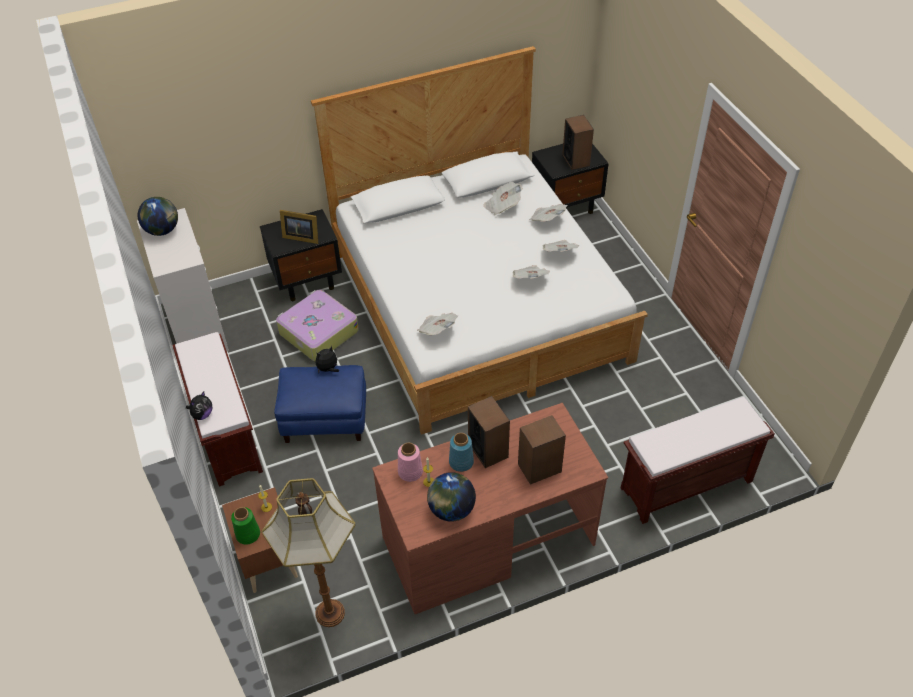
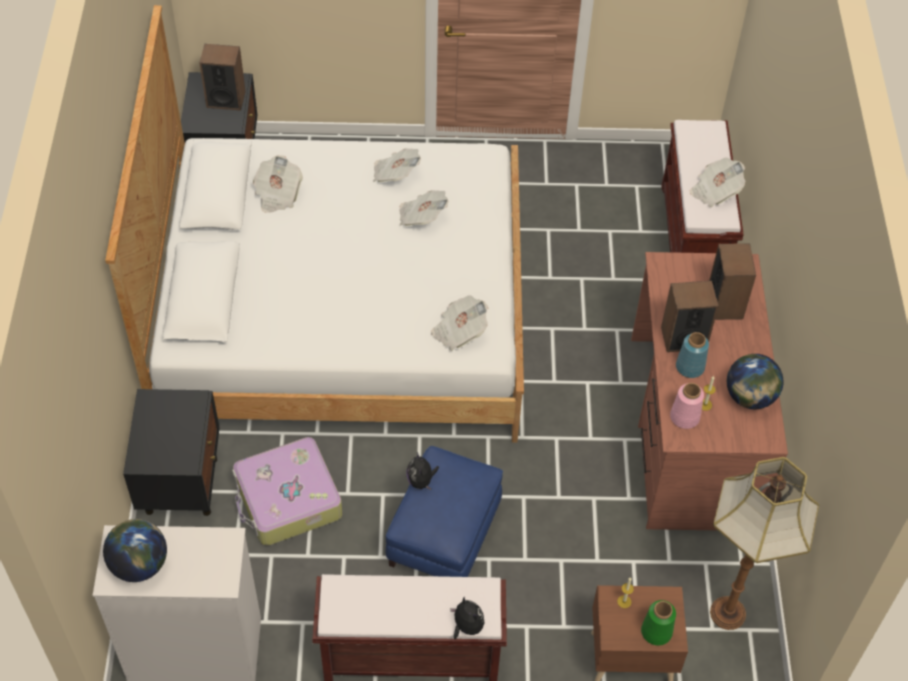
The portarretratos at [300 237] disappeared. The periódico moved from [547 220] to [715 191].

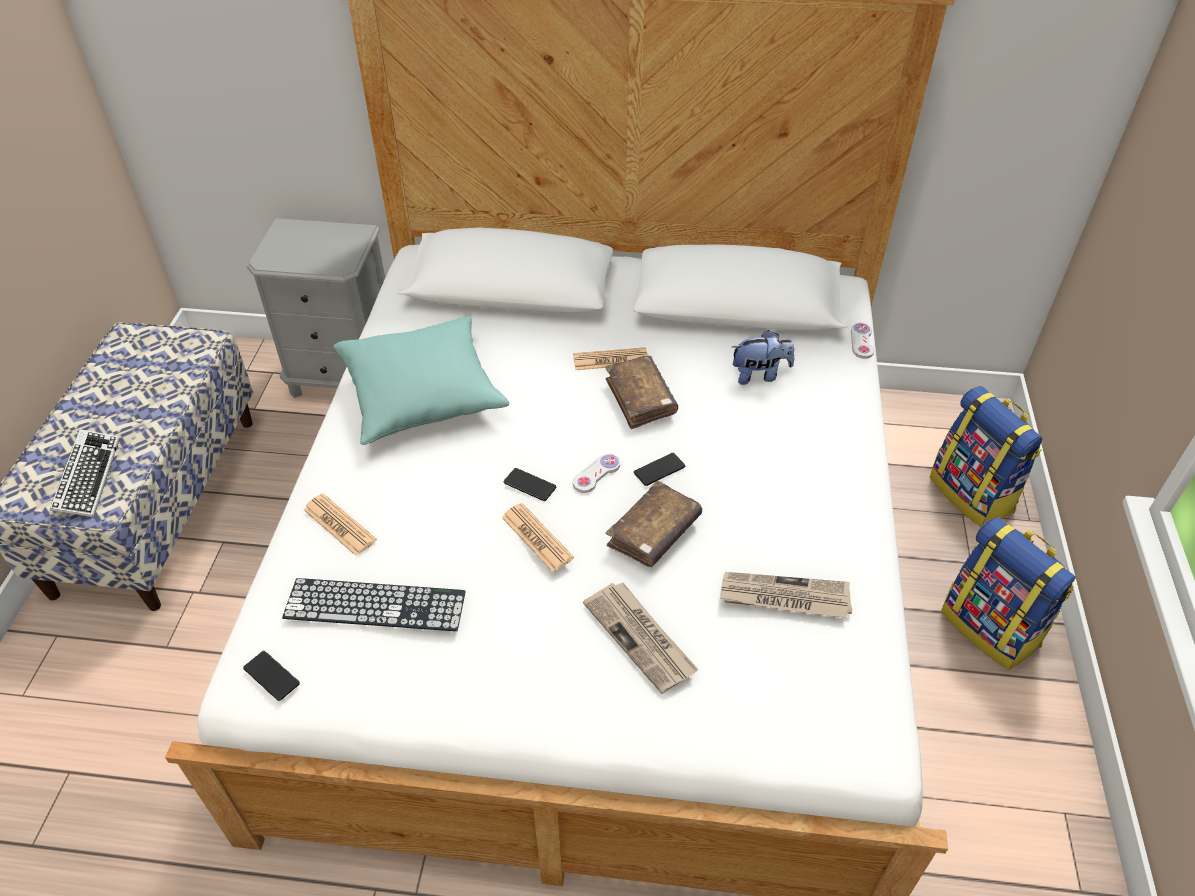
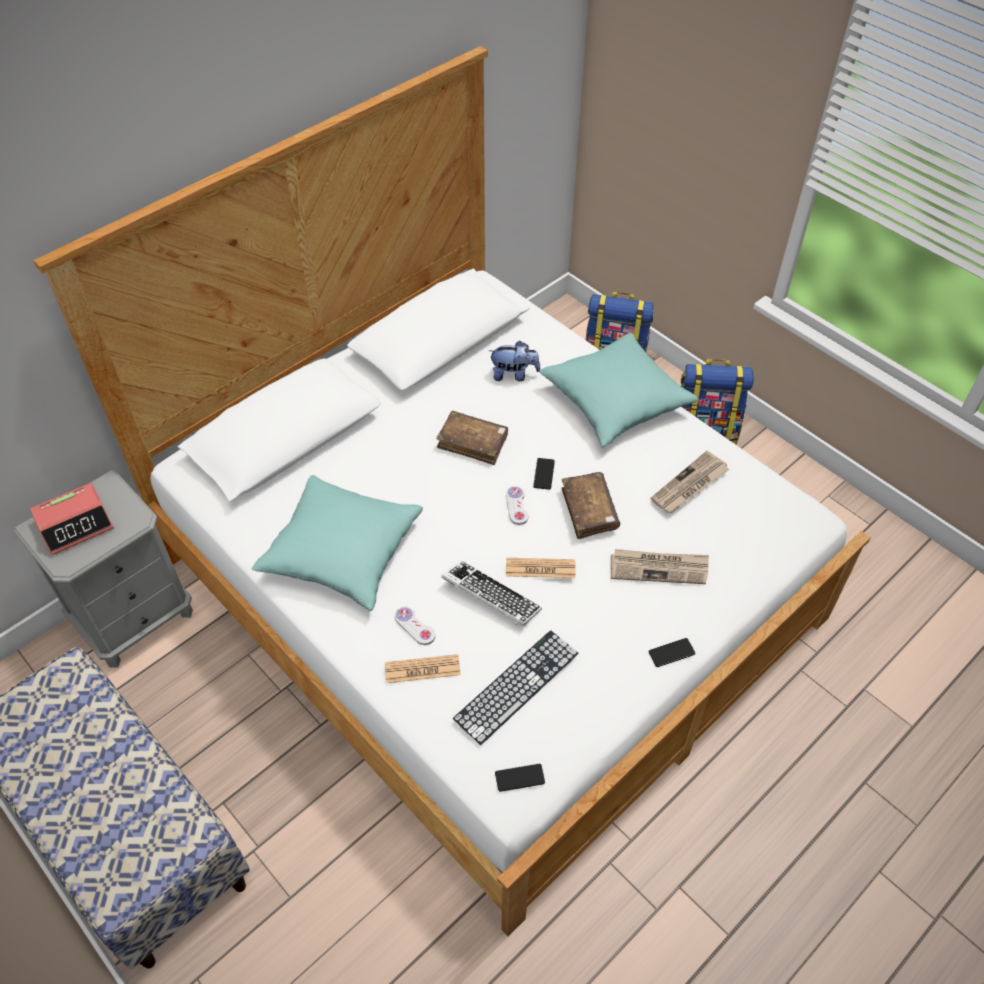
The periódico at [610 360] disappeared. The despertador at [75 524] appeared. The cojín/turquesa at [615 401] appeared. The teclado moved from [88 477] to [491 597]. The móvil moved from [529 485] to [671 653]. The mando de consola/blanco moved from [861 342] to [415 626]. The peluche at [759 375] turned 60 degrees clockwise.

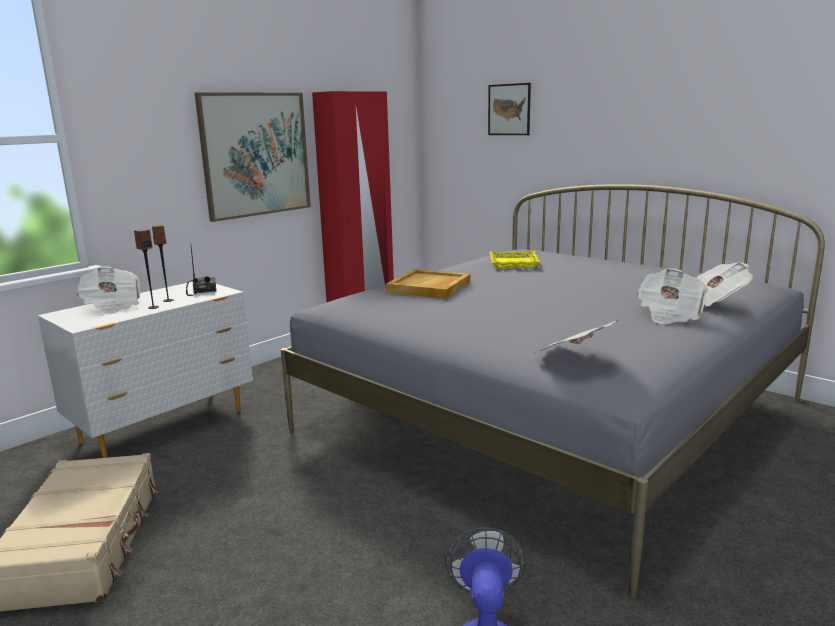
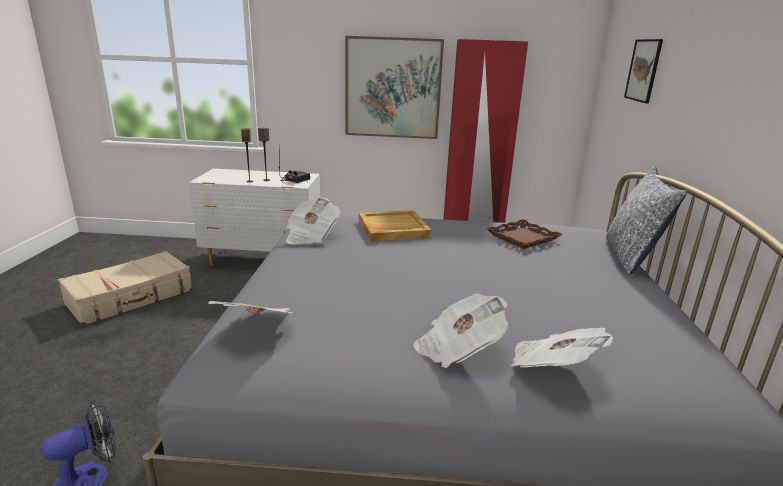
The cojín at [631 258] appeared. The periódico moved from [112 306] to [310 236]. The bandeja/amarillo at [513 263] became the bandeja/marrón at [522 238].

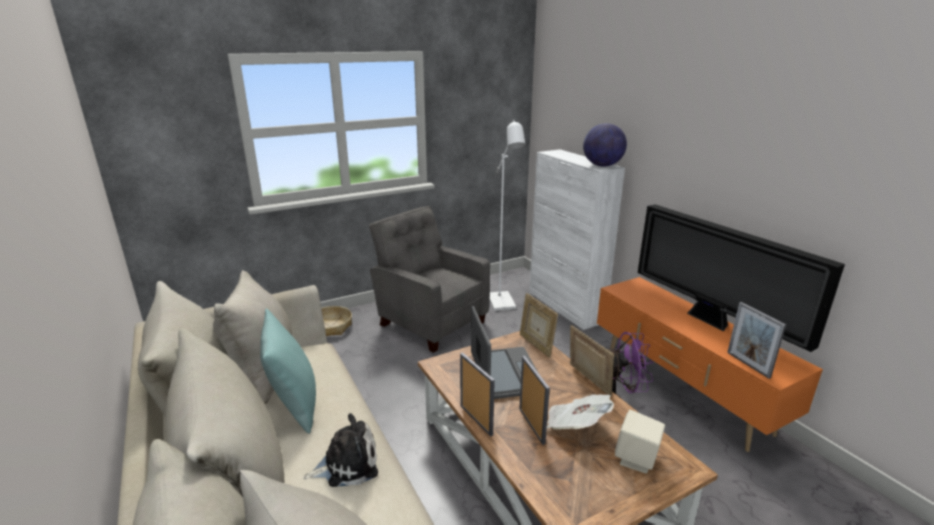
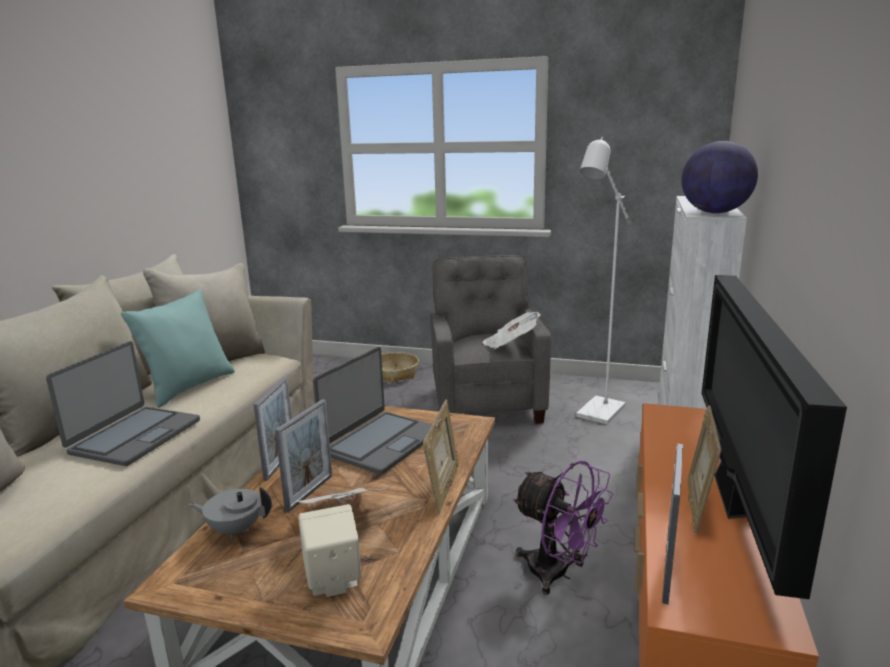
The tetera/gris at [235 529] appeared. The periódico at [510 344] appeared. The portarretratos moved from [536 345] to [697 506]. The peluche at [347 464] was replaced by the portátil at [134 436].

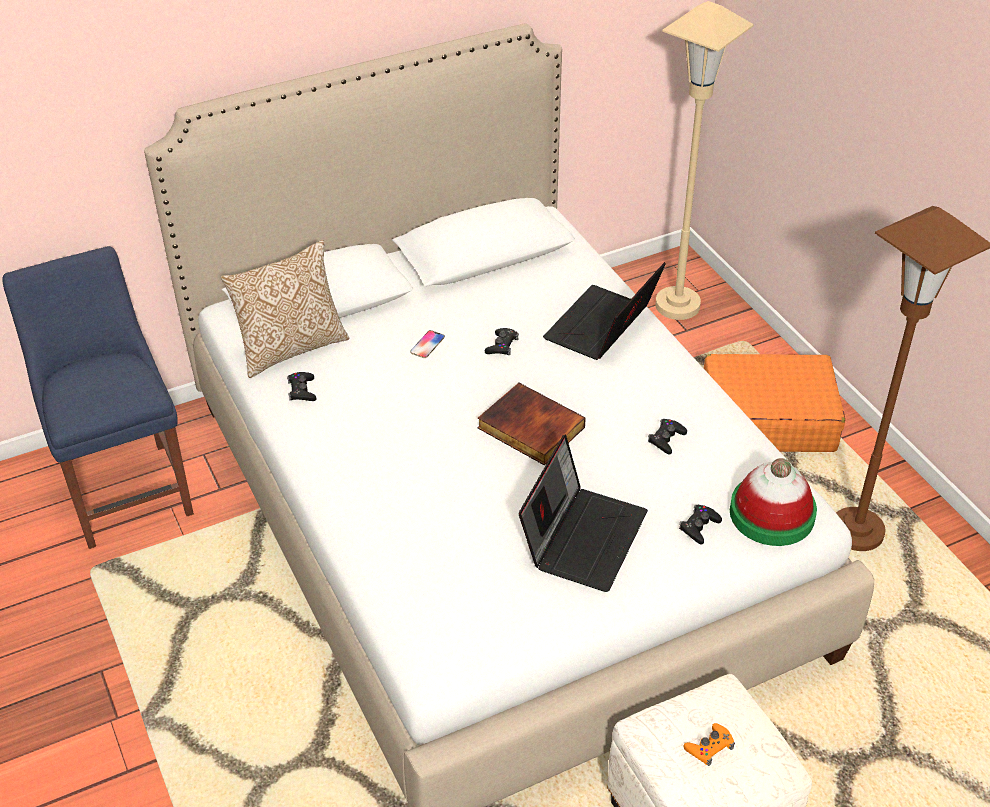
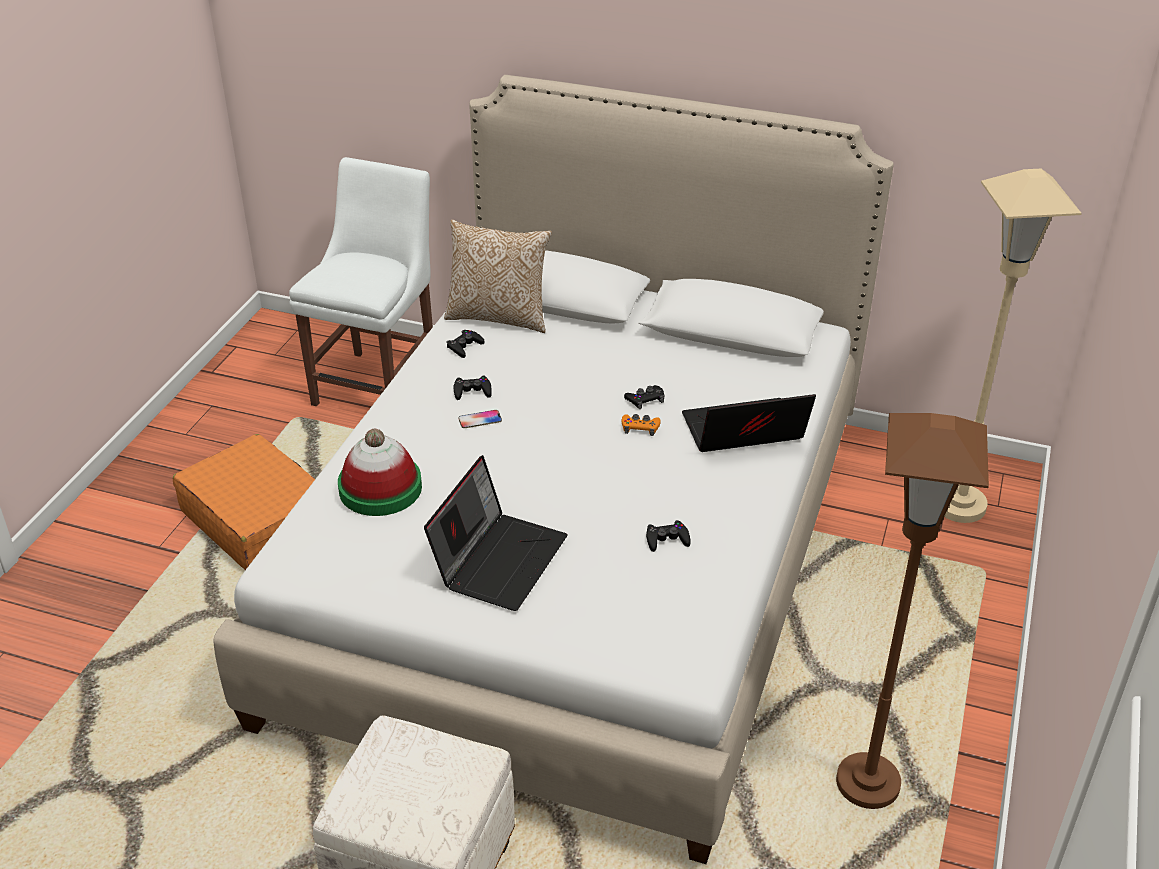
The libro at [529 428] disappeared. The móvil moved from [427 345] to [480 420]. The mando de consola/negro moved from [699 527] to [472 391]. The mando de consola/naranja moved from [709 747] to [640 428]. The maleta/naranja moved from [766 419] to [258 519]. The sombrero moved from [772 514] to [380 488]. The silla/azul at [127 489] became the silla/blanco at [379 383]. The portátil at [583 536] turned 45 degrees counterclockwise.

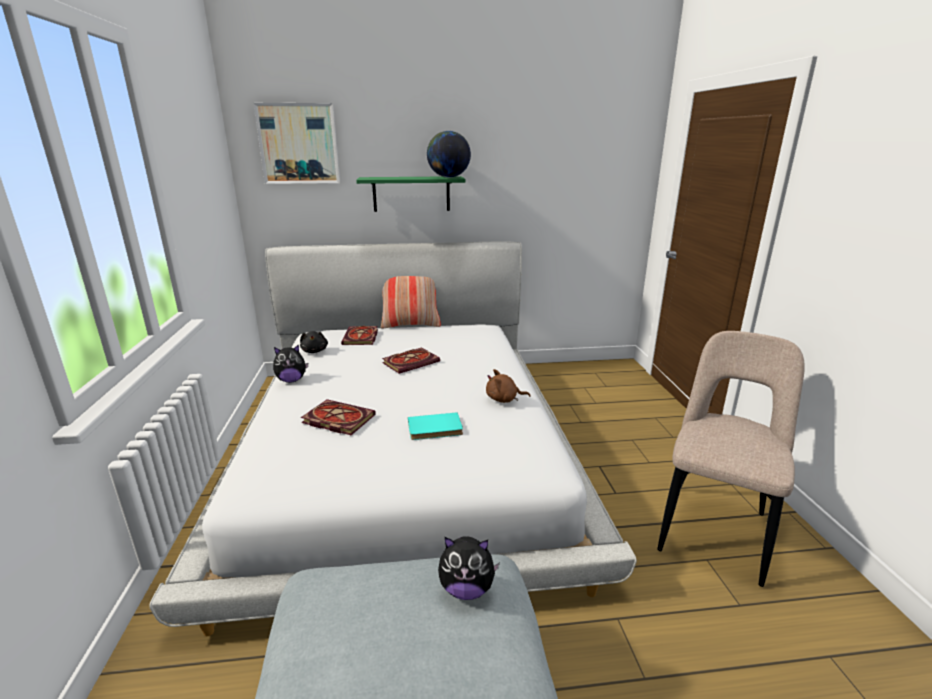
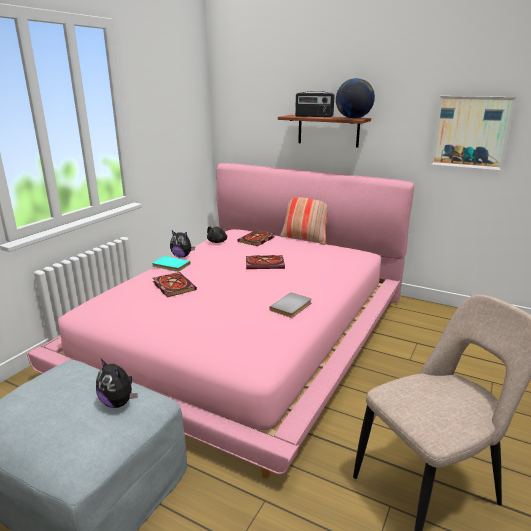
The radio at [314 116] appeared. The cuadro moved from [299 144] to [471 132]. The libro/turquesa moved from [435 429] to [170 265]. The peluche/marrón at [504 399] was replaced by the libro/gris at [292 307]. The cama/blanco at [405 453] became the cama/rosa at [247 333]. The estante/verde at [411 194] became the estante/marrón at [328 130].

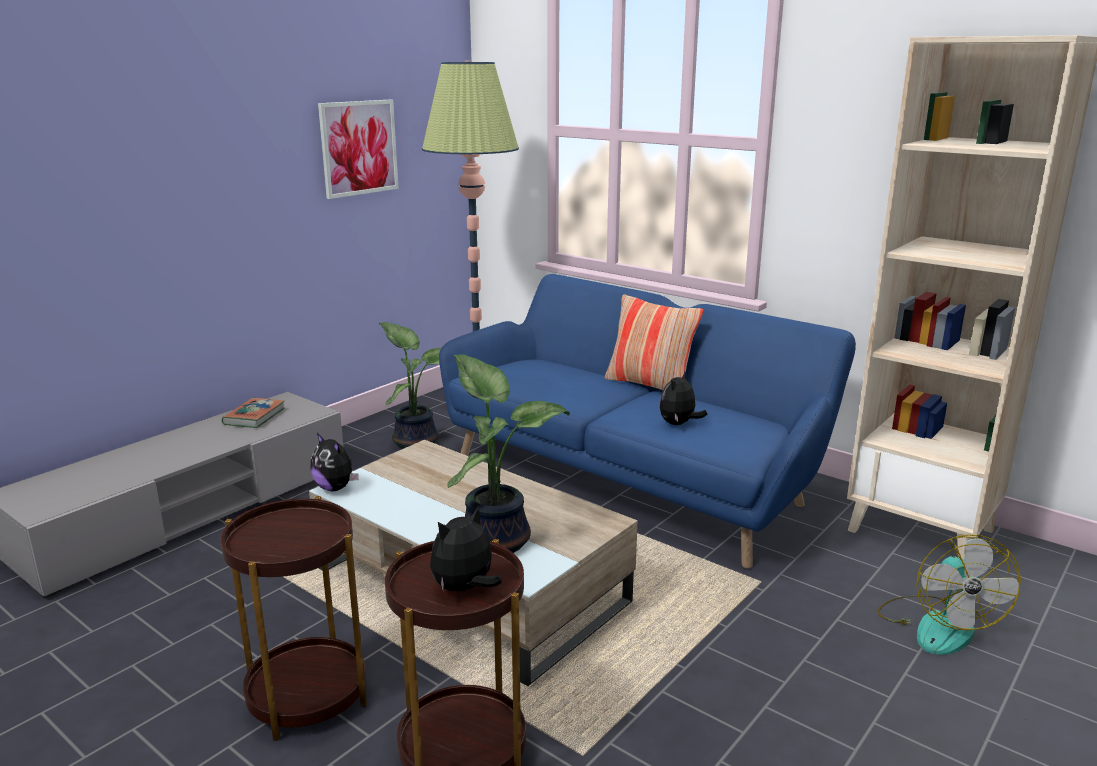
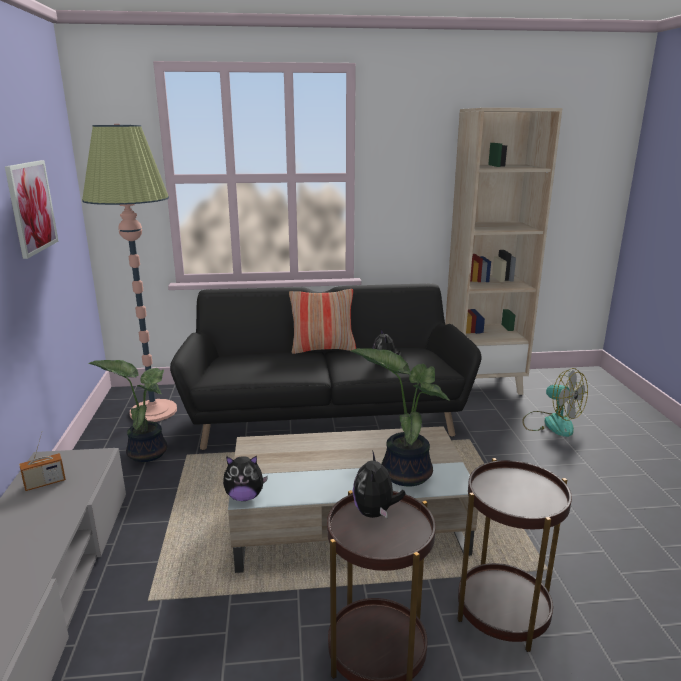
The peluche moved from [465 589] to [375 512]. The libro at [254 416] was replaced by the radio at [45 483]. The sofá/azul at [633 478] became the sofá/negro at [326 415].

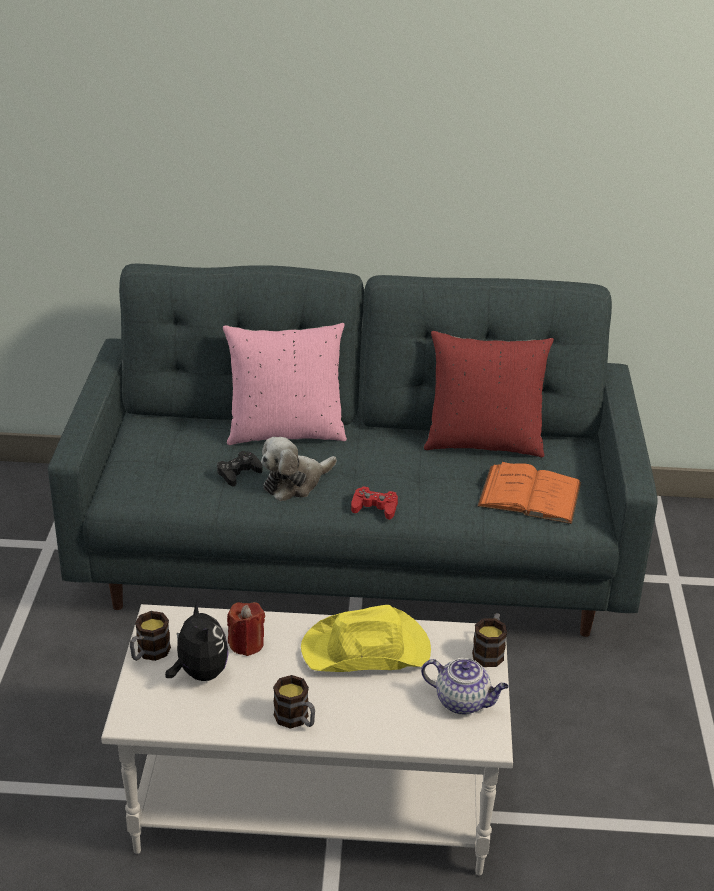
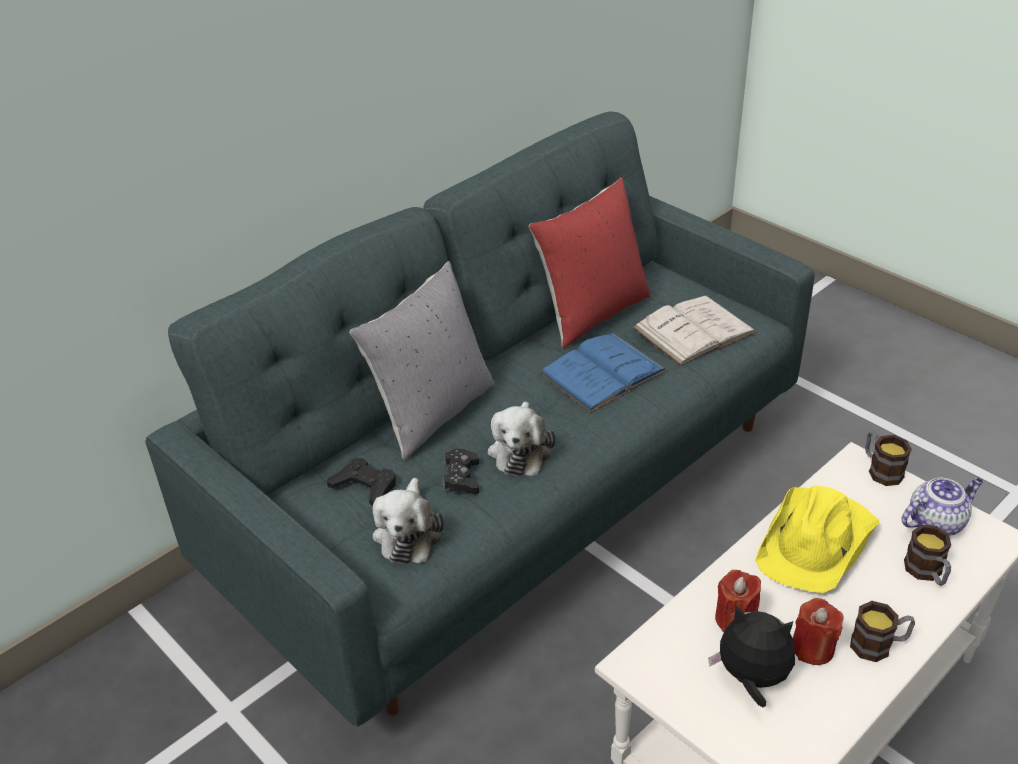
The mando de consola/rojo at [375 507] disappeared. The mando de consola/negro at [365 486] appeared. The peluche at [408 533] appeared. The libro/azul at [603 372] appeared. The vela/rojo at [812 648] appeared. The taza grande moved from [149 653] to [927 573]. The cojín/rosa at [285 432] became the cojín/gris at [432 412]. The libro/naranja at [530 494] became the libro/blanco at [694 330].

